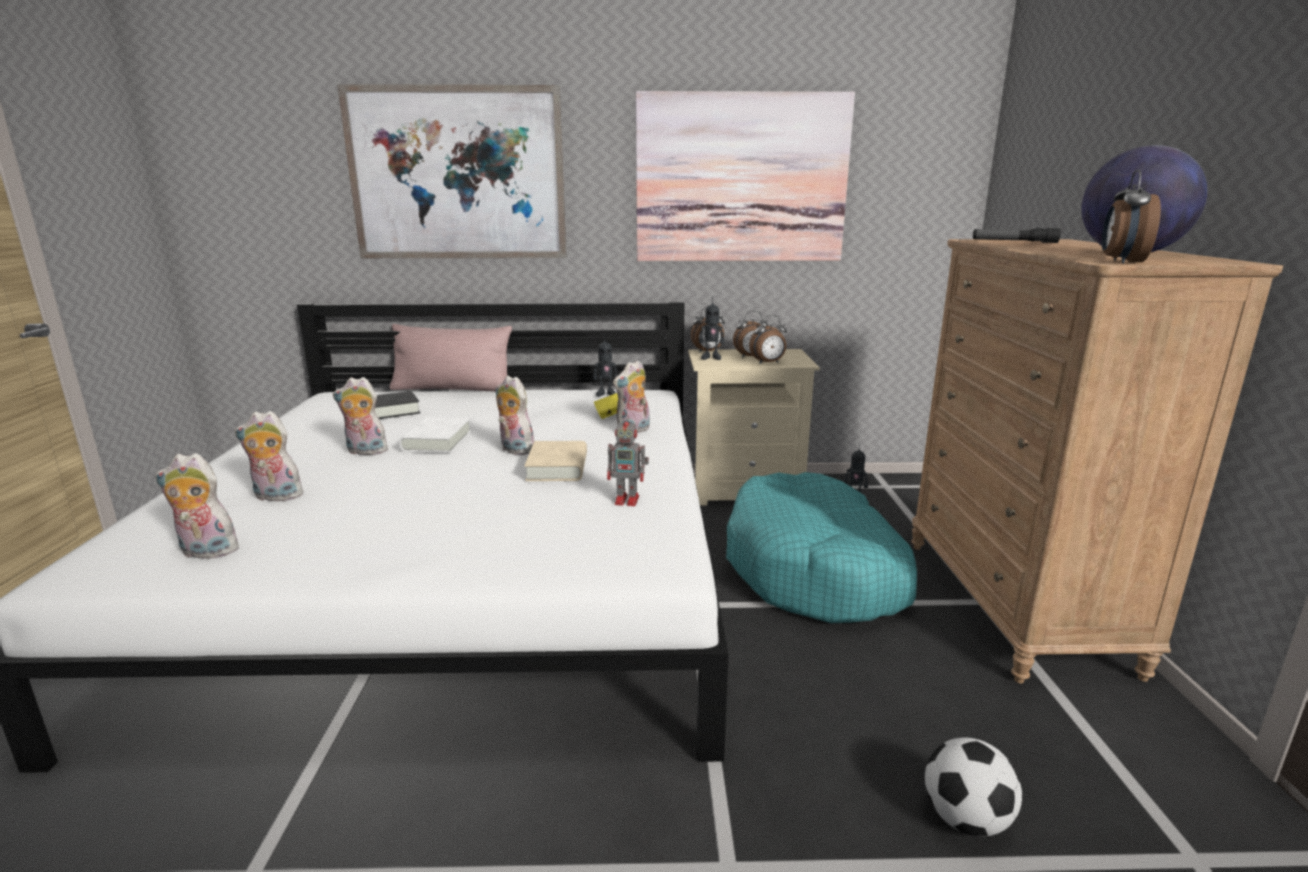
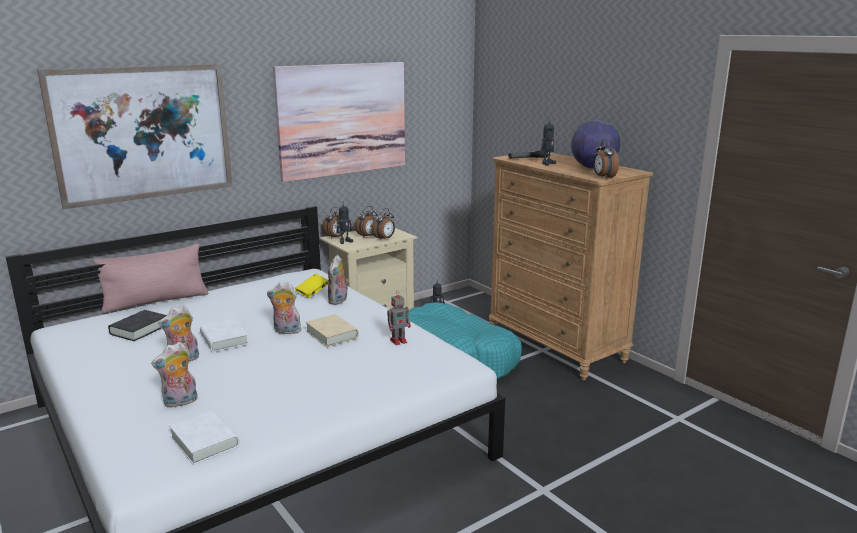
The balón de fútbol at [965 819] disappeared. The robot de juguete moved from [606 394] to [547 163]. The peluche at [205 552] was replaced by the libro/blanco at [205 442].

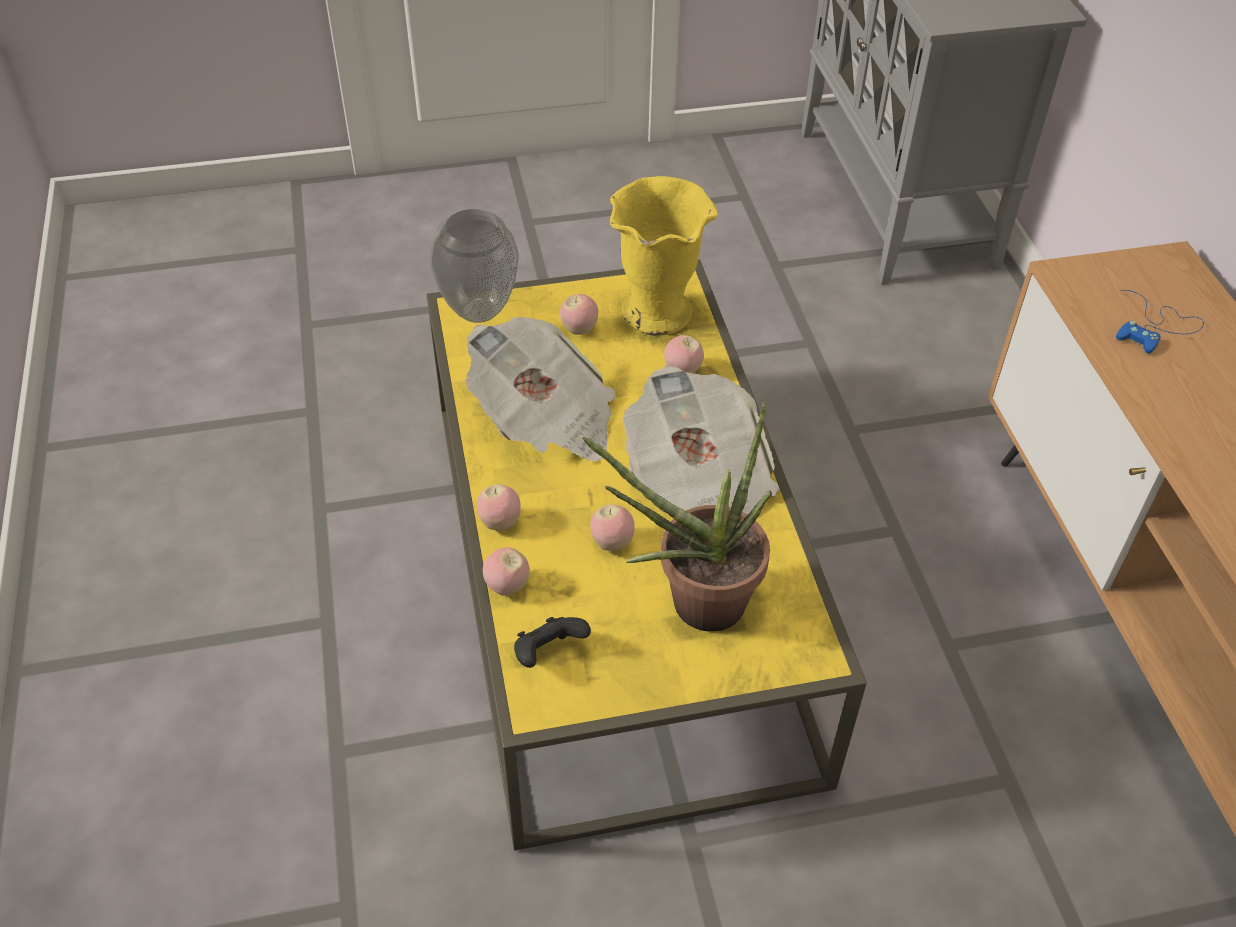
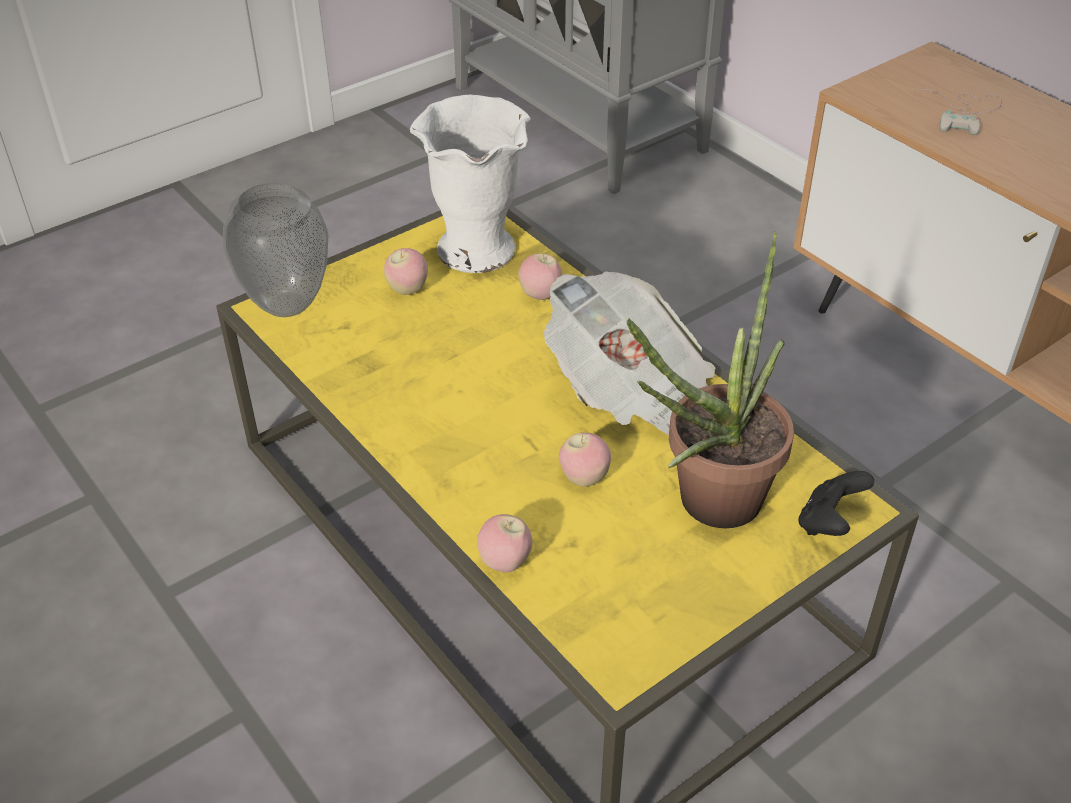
The periódico at [545 419] disappeared. The manzana at [500 522] disappeared. The mando de consola/negro moved from [548 653] to [829 523]. The florero/amarillo at [657 313] became the florero/blanco at [477 251]. The mando de consola/azul at [1156 327] became the mando de consola/blanco at [964 112].

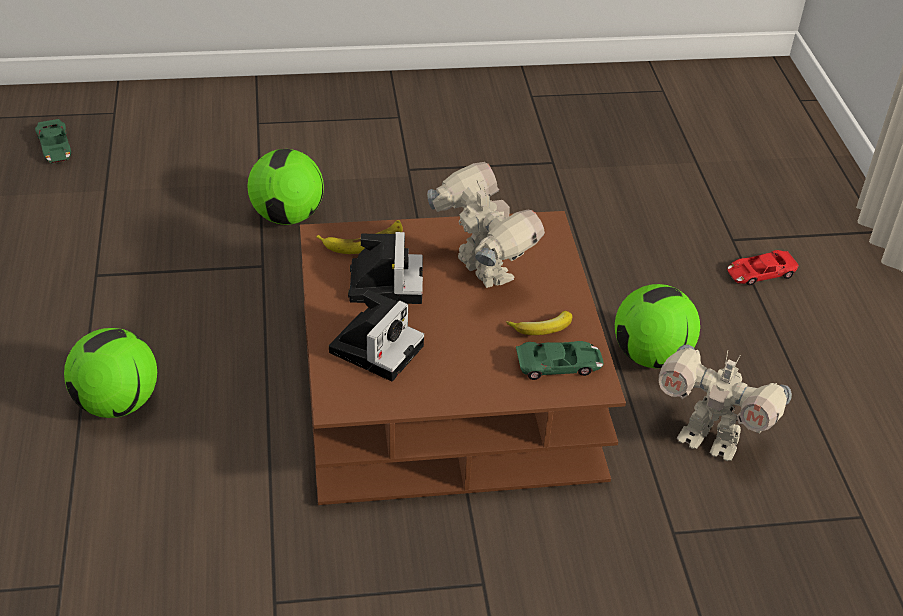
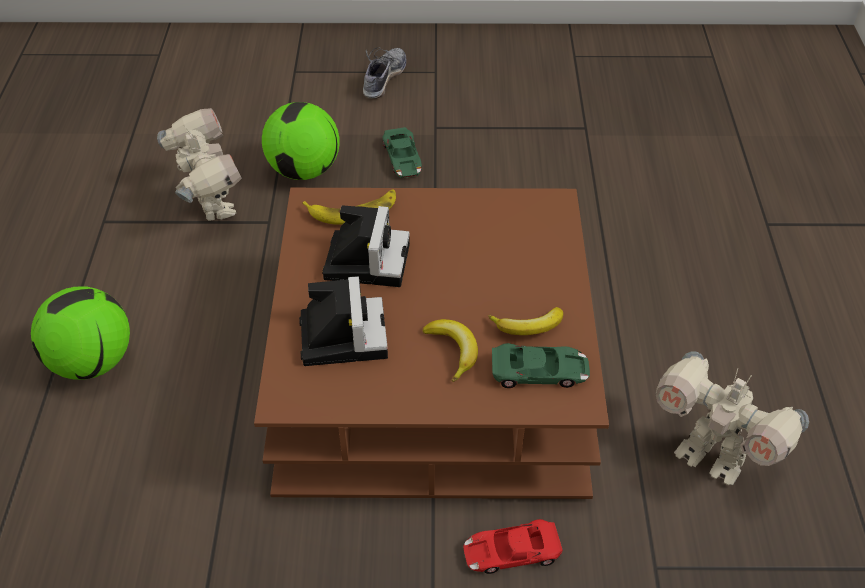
The balón de fútbol at [651 356] disappeared. The zapato at [384 79] appeared. The plátano at [453 350] appeared. The coche de juguete/verde moved from [55 147] to [402 158]. The robot de juguete moved from [481 272] to [211 206]. The coche de juguete/rojo moved from [760 273] to [511 552]. The cámara at [377 346] turned 45 degrees counterclockwise.

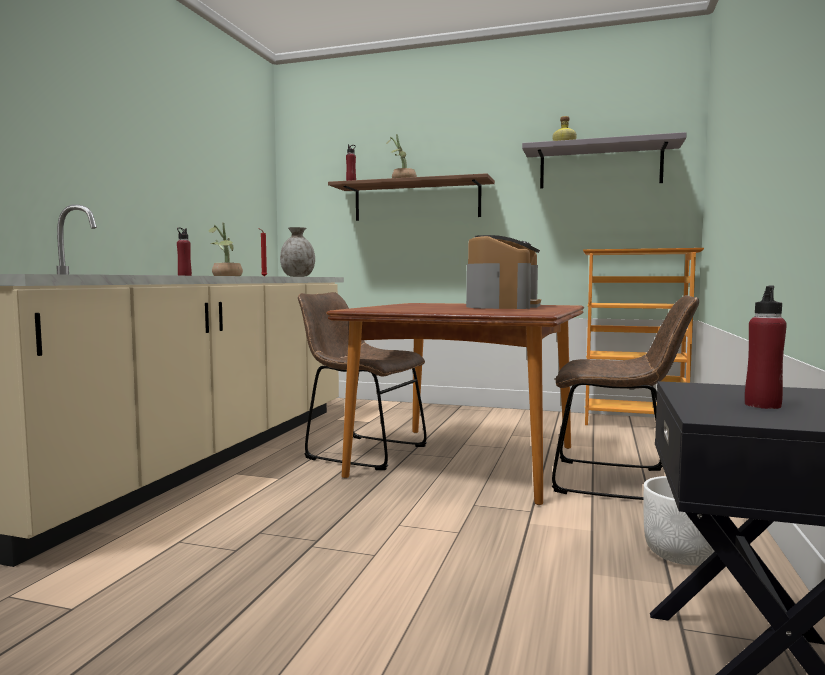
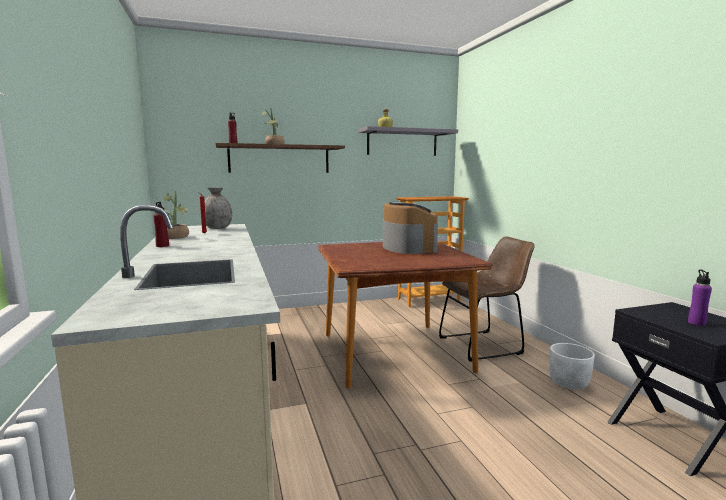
The silla/marrón at [361 452] disappeared. The botella/rojo at [762 405] became the botella/morado at [696 323].

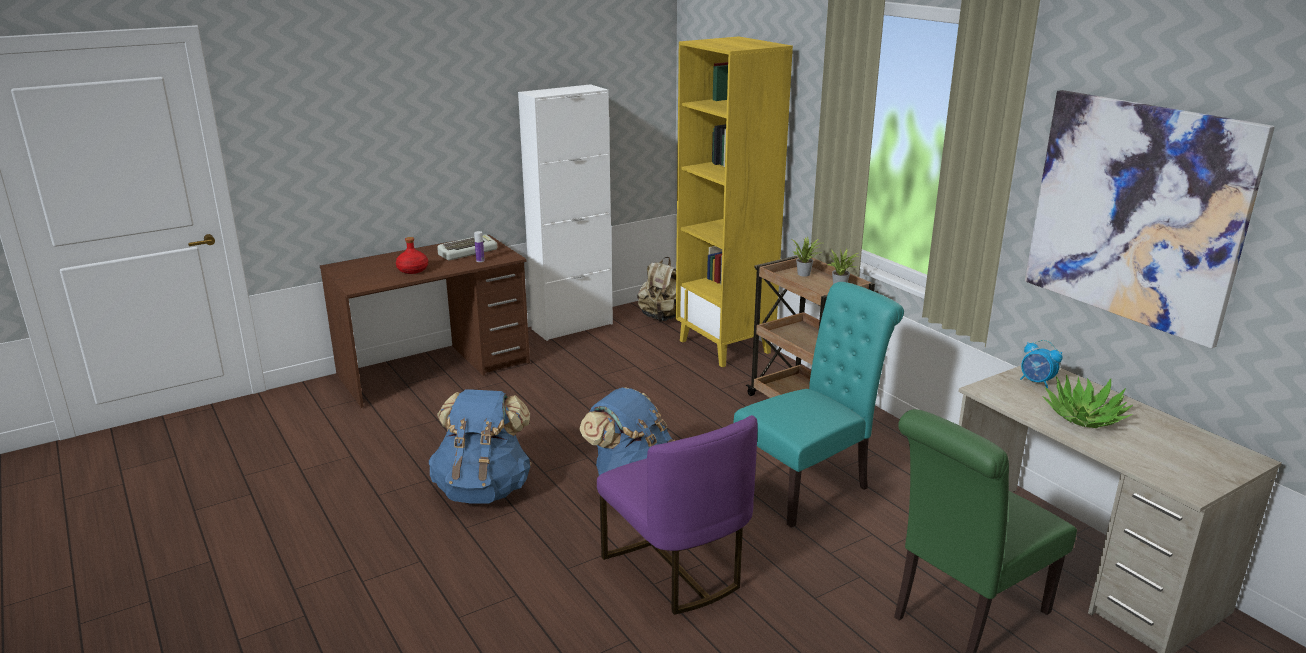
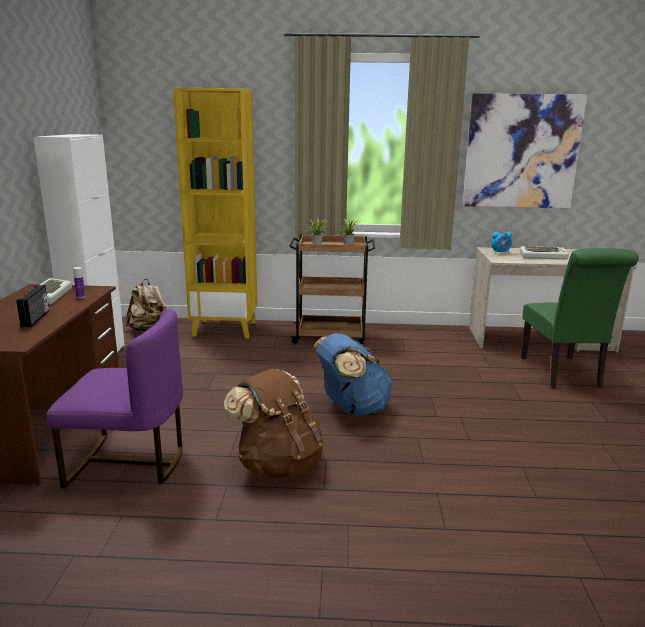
The silla/turquesa at [810 486] disappeared. The silla/morado moved from [676 570] to [128 463]. The botella/rojo at [413 270] was replaced by the radio at [36 318]. The planta en maceta at [1084 417] was replaced by the teclado at [543 256]. The mochila/azul at [483 489] became the mochila/marrón at [278 464].

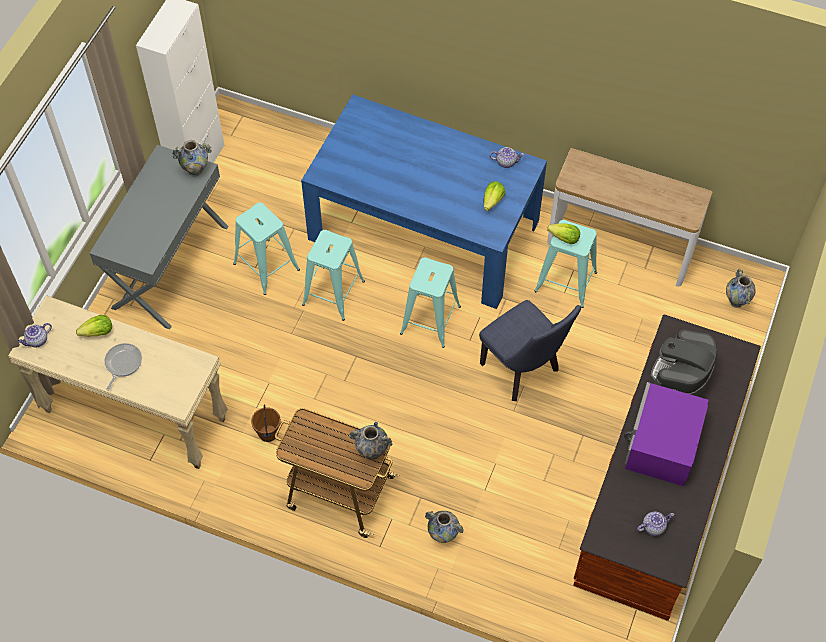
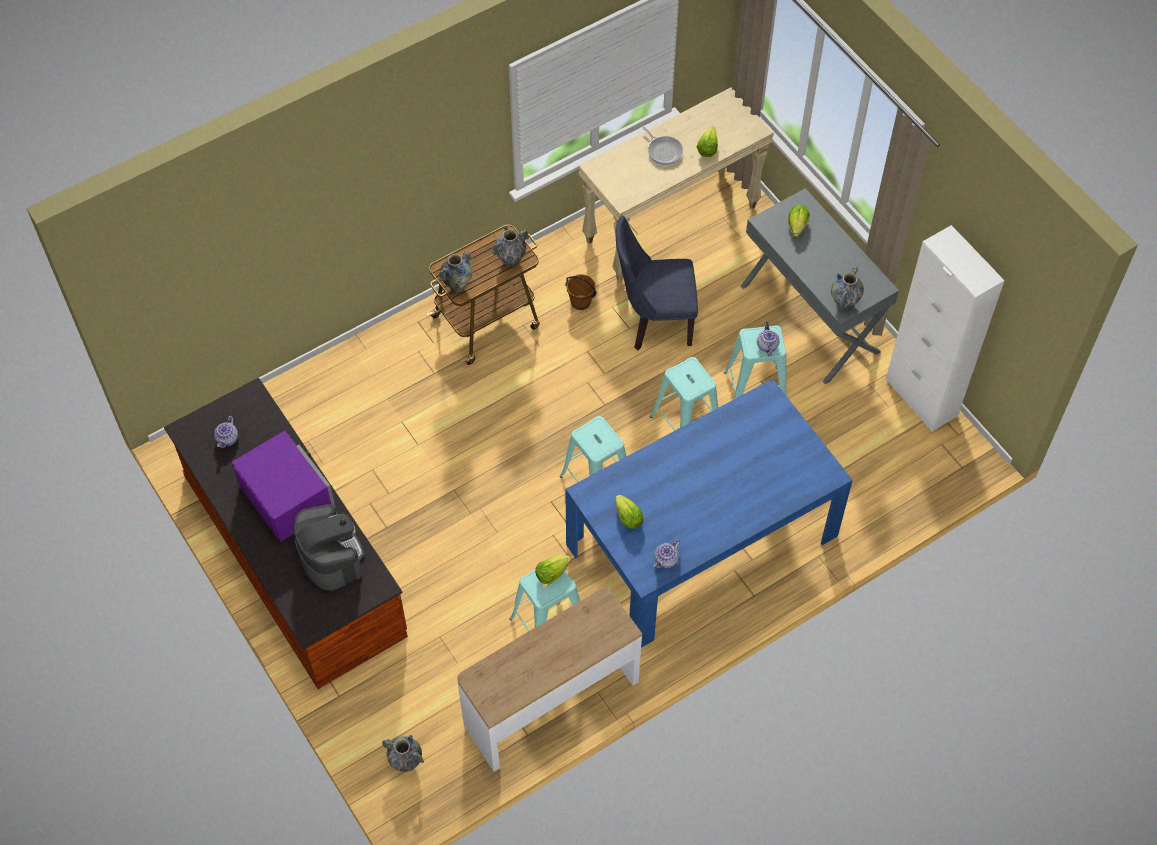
The lechuga at [797 226] appeared. The tetera moved from [37 341] to [767 345]. The florero moved from [443 535] to [511 260]. The silla/azul moved from [523 371] to [653 323].

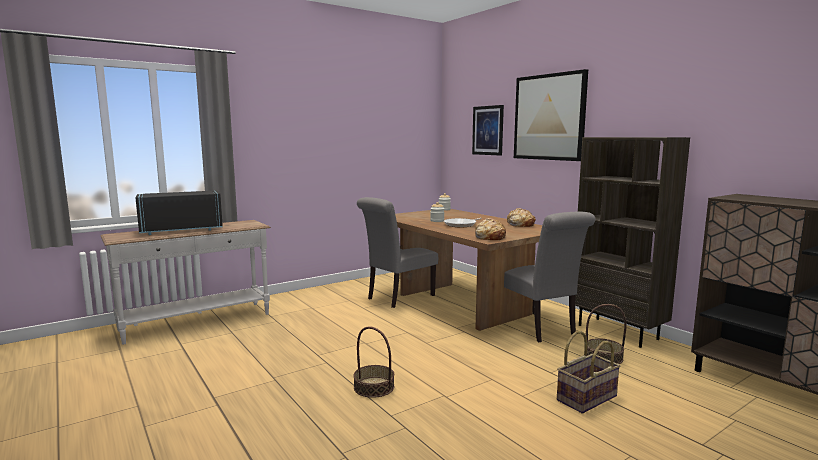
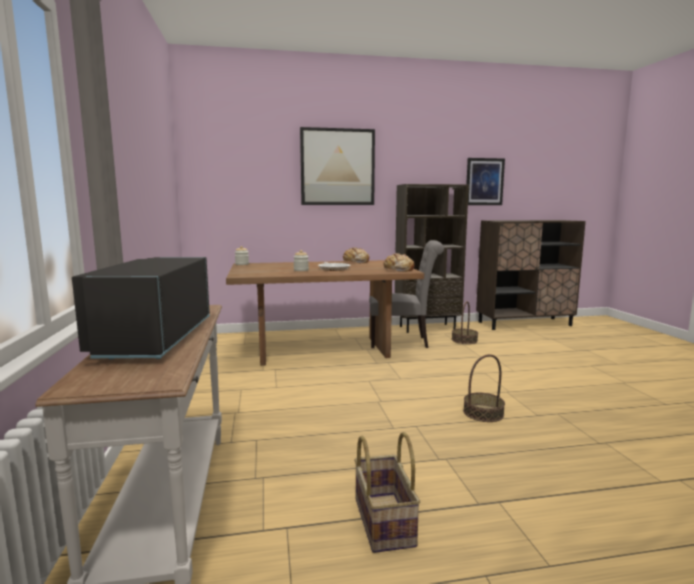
The silla/gris at [397 297] disappeared. The cuadro moved from [488 130] to [484 181]. The cesta moved from [586 397] to [382 521].

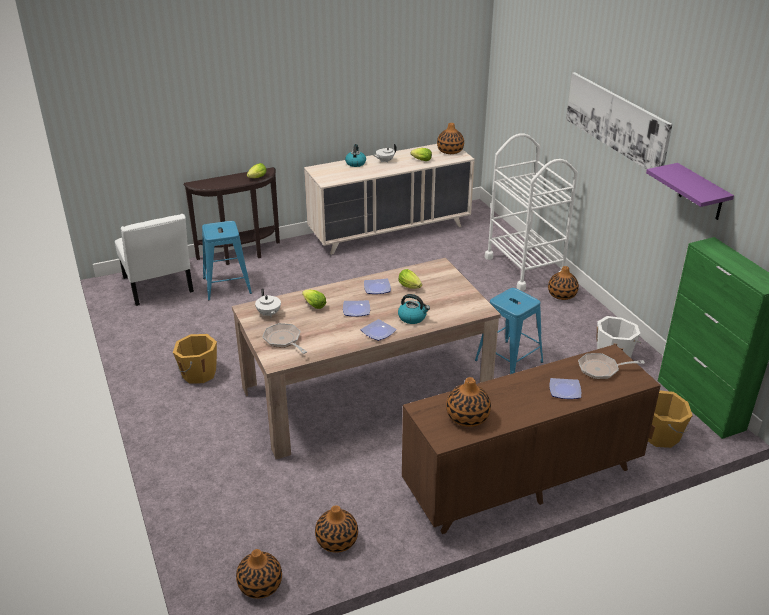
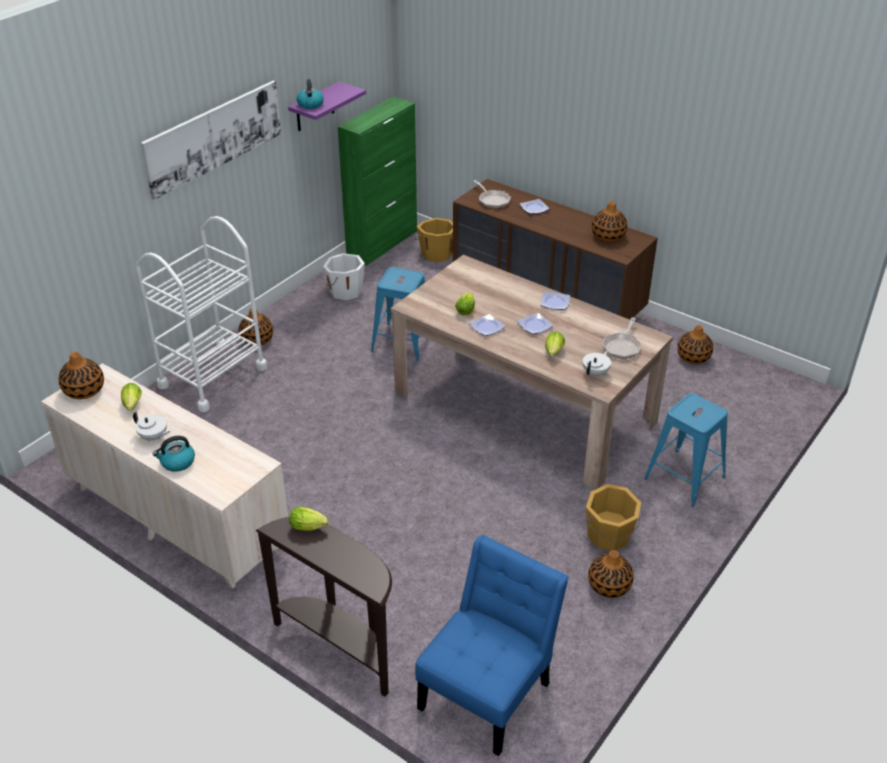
The taburete/azul moved from [227 286] to [684 477]. The florero moved from [260 585] to [609 586]. The hervidor moved from [412 317] to [310 104]. The silla/blanco at [158 287] became the silla/azul at [488 690].

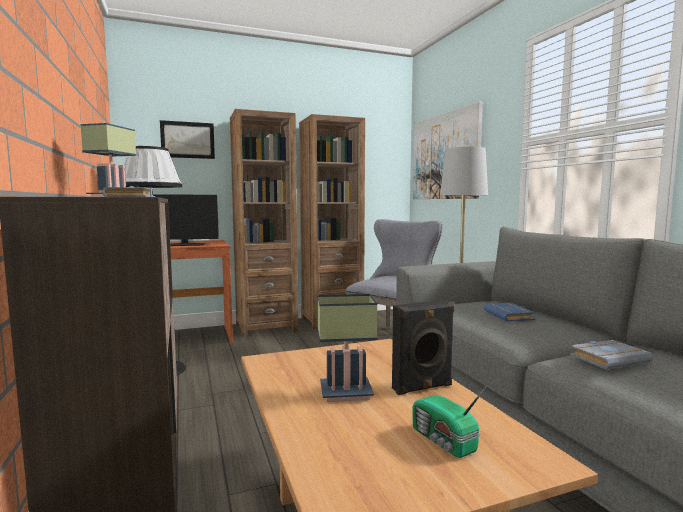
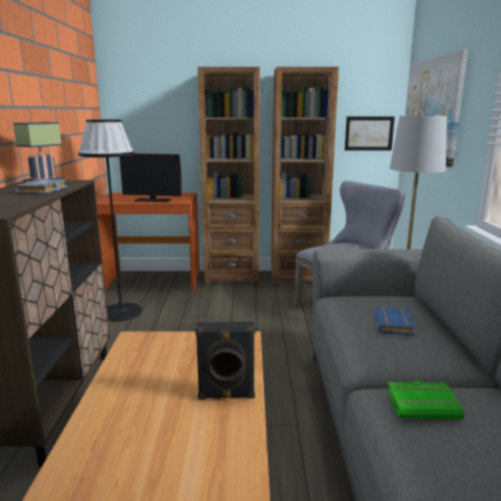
The lámpara de mesa at [347 391] disappeared. The radio at [443 441] disappeared. The cuadro moved from [187 140] to [369 133]. The libro/gris at [608 359] became the libro/verde at [423 404].

